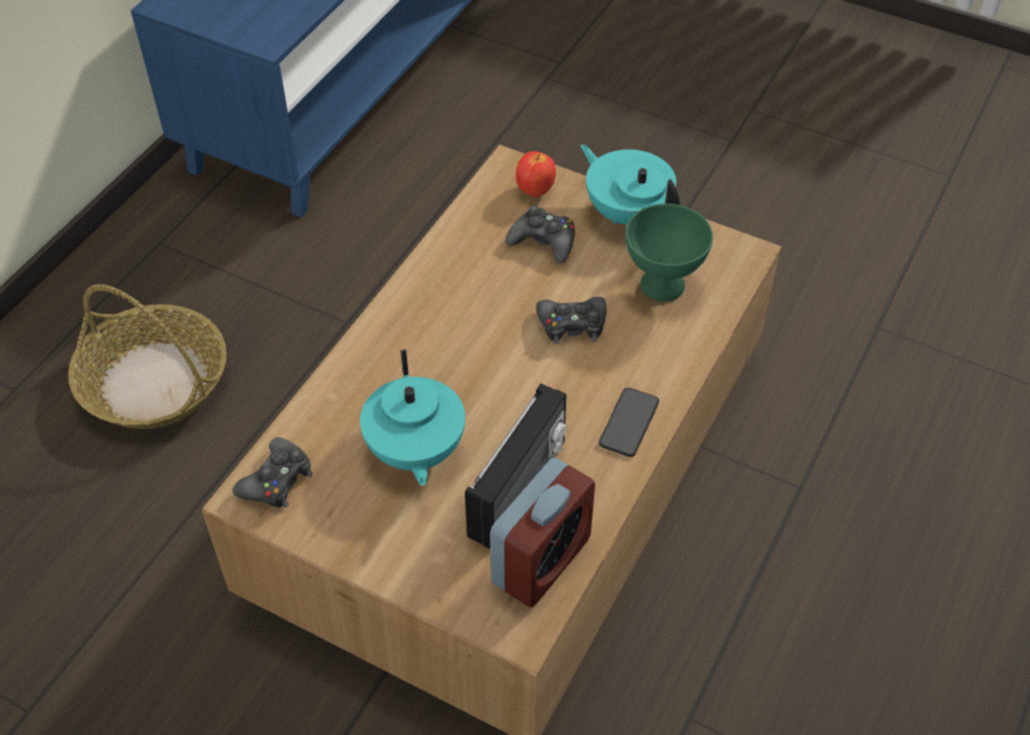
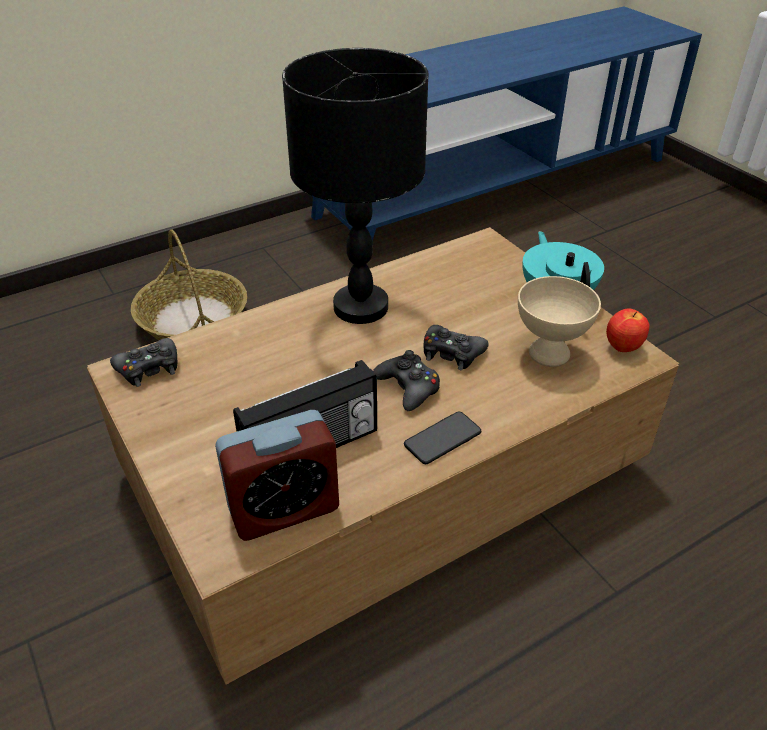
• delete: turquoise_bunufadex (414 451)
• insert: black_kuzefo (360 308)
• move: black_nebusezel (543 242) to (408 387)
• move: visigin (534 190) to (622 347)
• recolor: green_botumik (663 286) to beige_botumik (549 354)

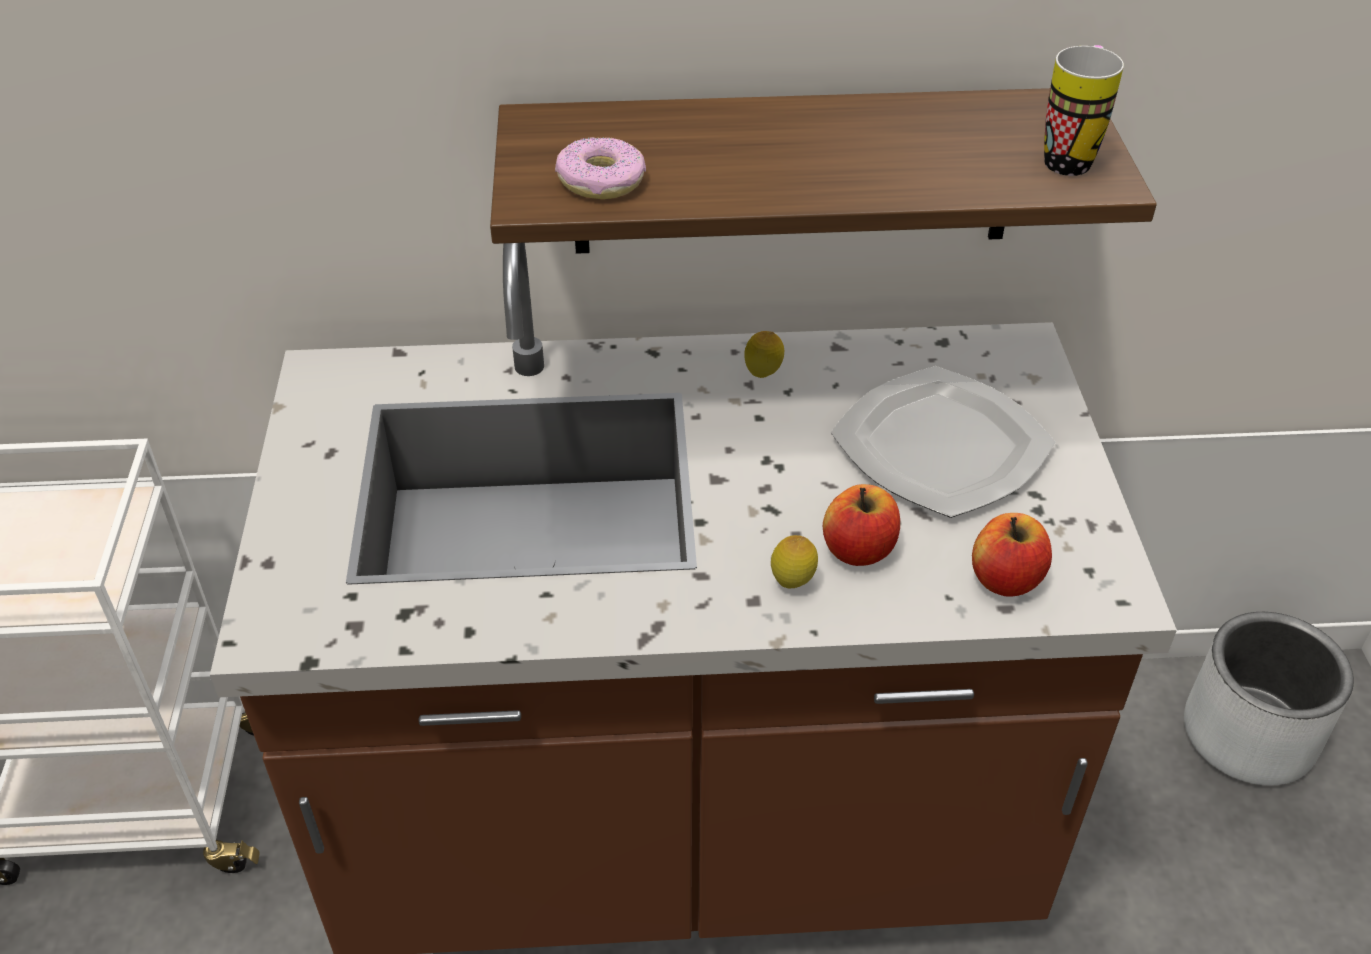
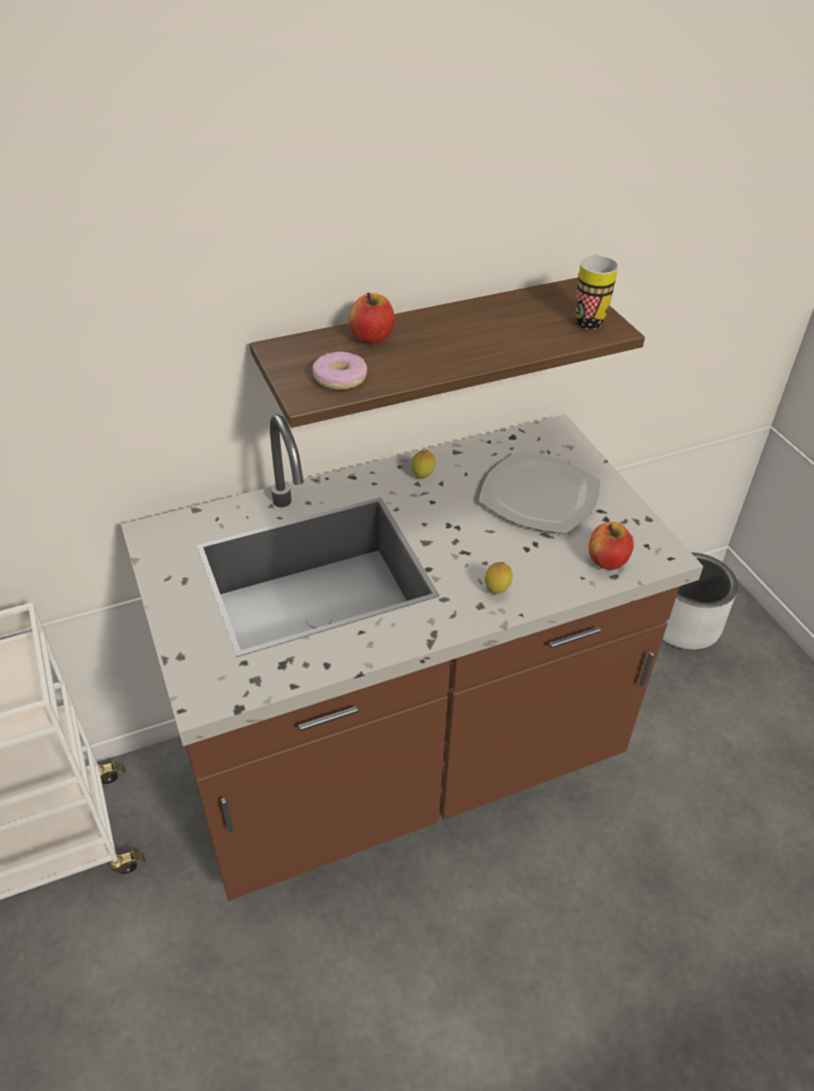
• move: visigin (859 549) to (372 337)

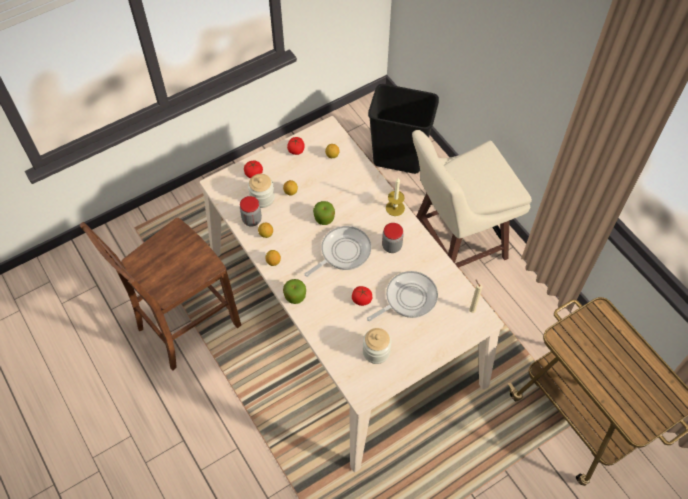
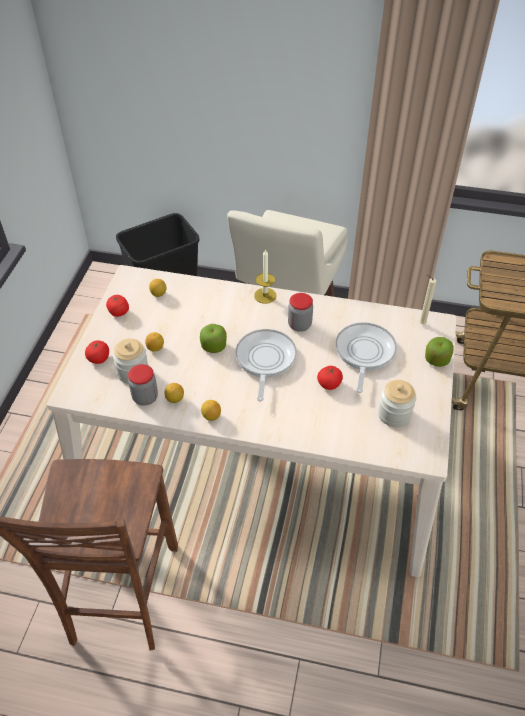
• move: visigin (295 296) to (437 359)

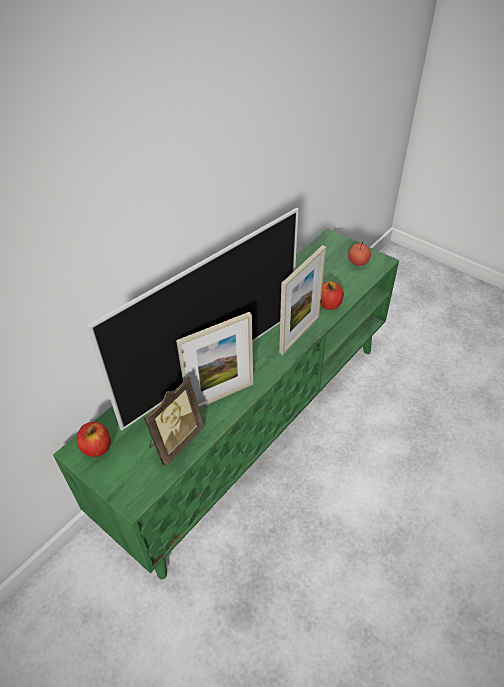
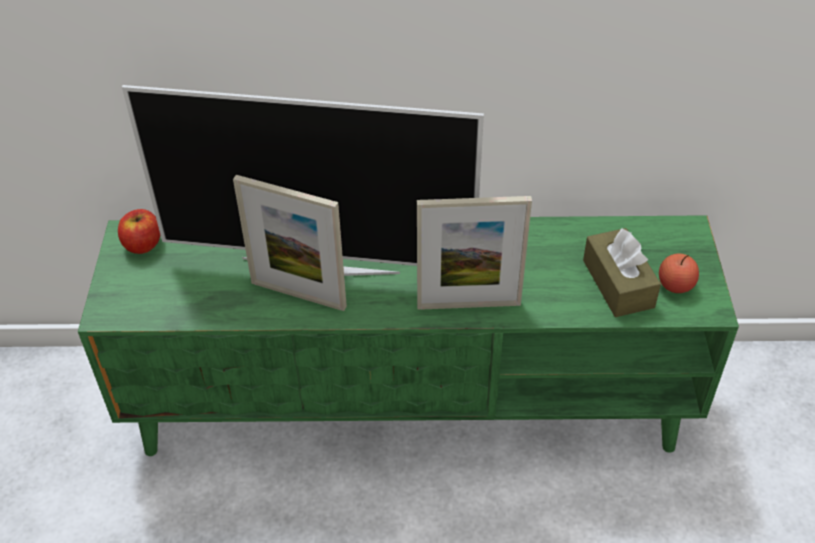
• delete: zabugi (175 441)
• delete: visigin (329 304)
• insert: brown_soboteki (618 283)

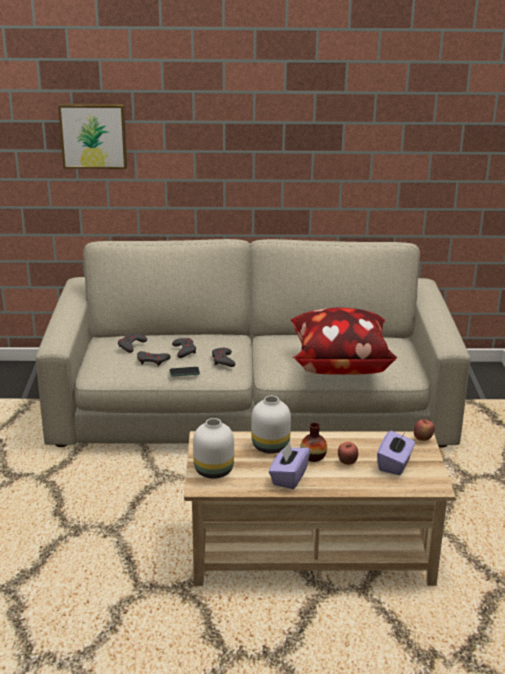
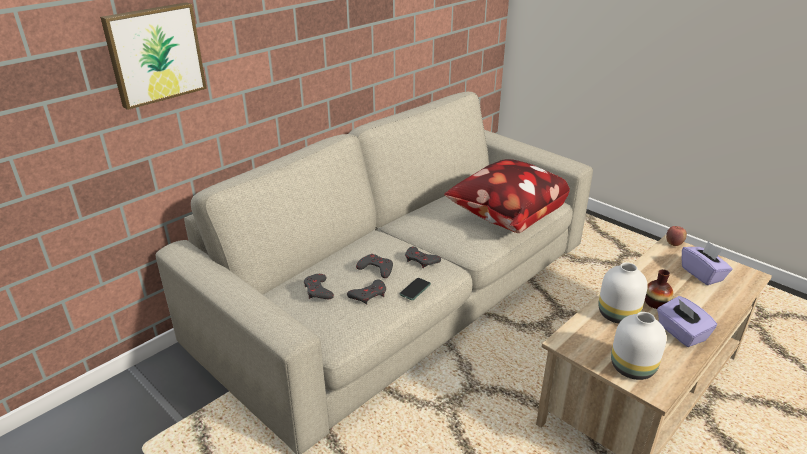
• delete: visigin (347 462)

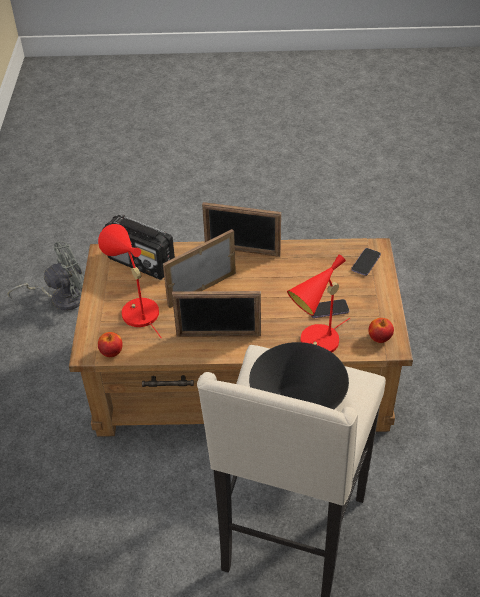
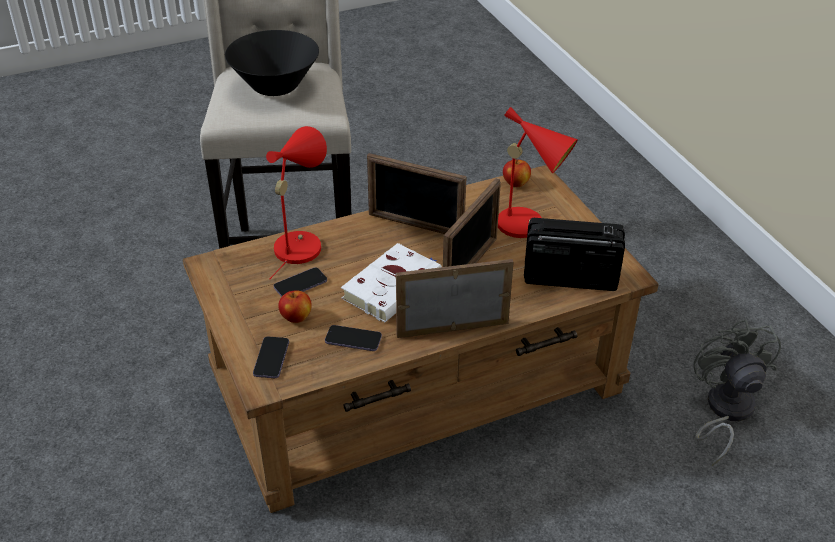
• insert: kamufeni (353 339)
• insert: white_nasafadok (393 286)
• move: visigin (379 338) to (296 317)
• rotate: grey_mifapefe (61 298) = (724 411) 135 degrees clockwise
• rotate: zabugi (218 335) = (415 225) 135 degrees counterclockwise

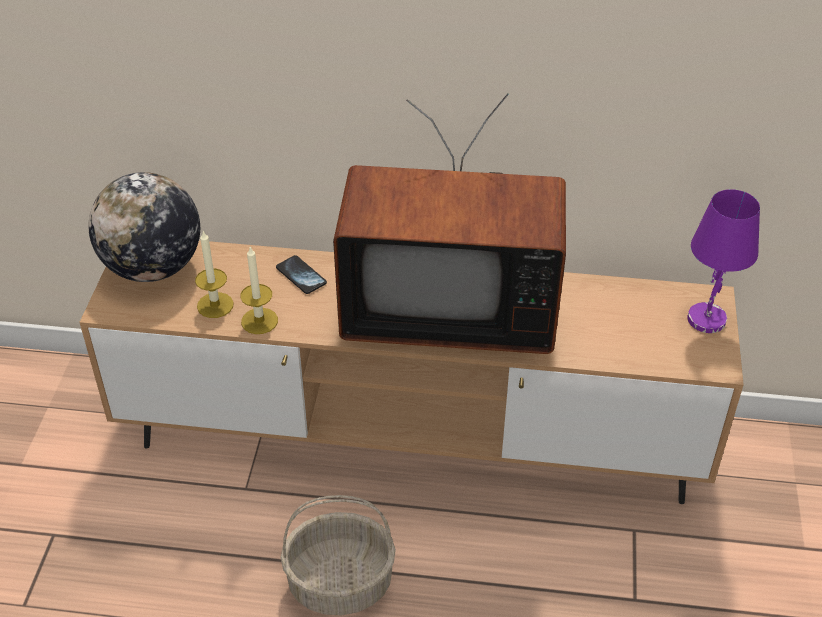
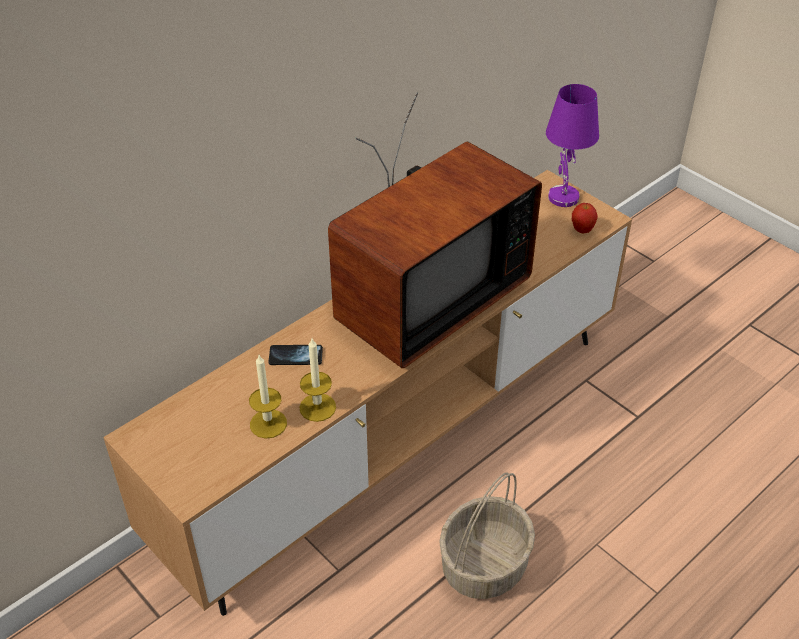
• delete: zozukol (153 268)
• insert: visigin (582 230)

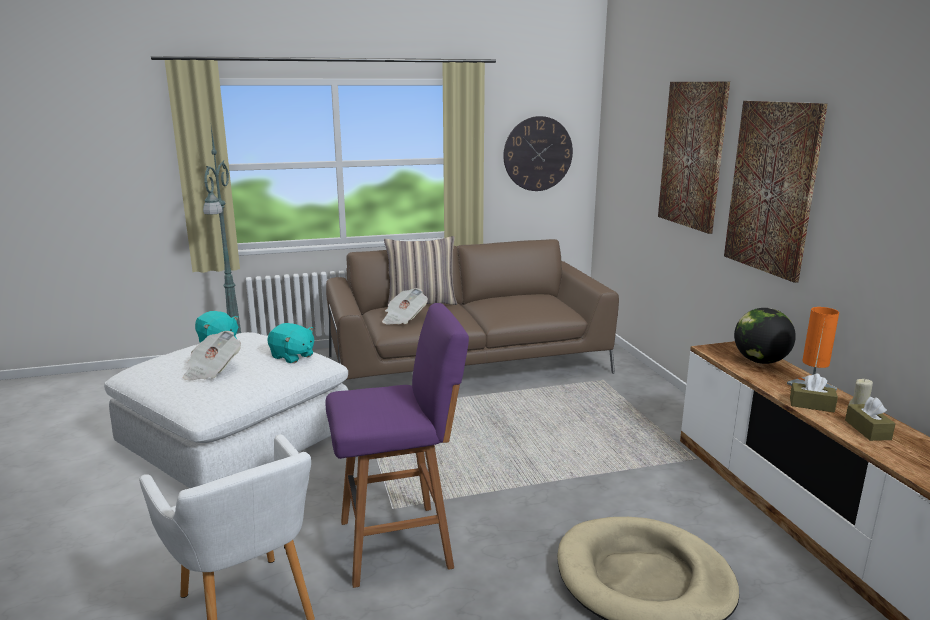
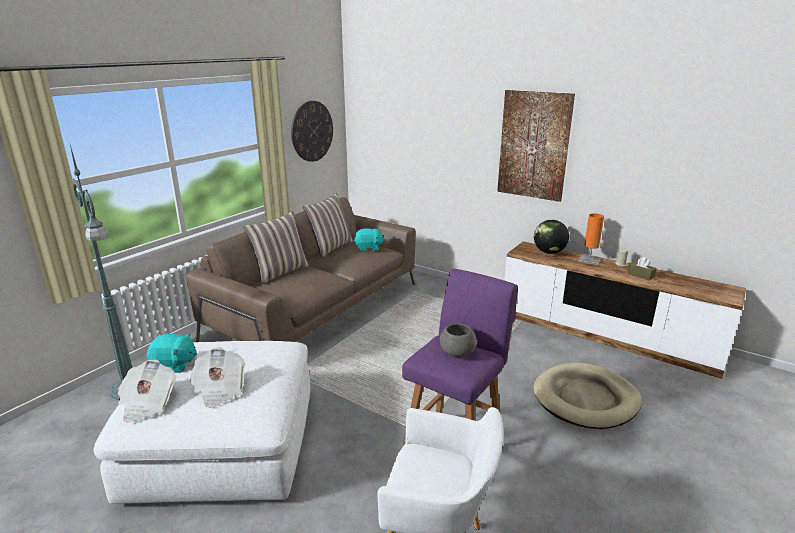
• delete: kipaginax (692 155)
• delete: brown_soboteki (811 405)
• insert: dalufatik (330 247)
• insert: grey_botumik (456 352)
• move: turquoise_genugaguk (292 356) to (368 248)
• move: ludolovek (404 319) to (147 403)

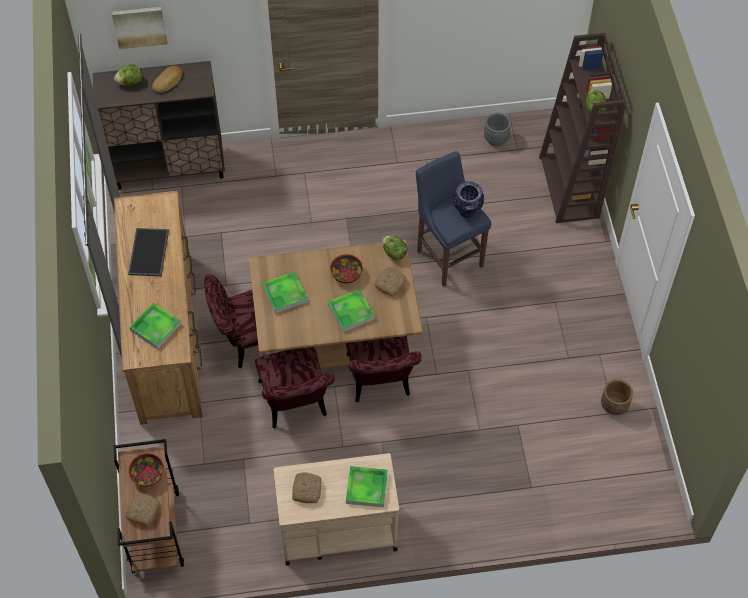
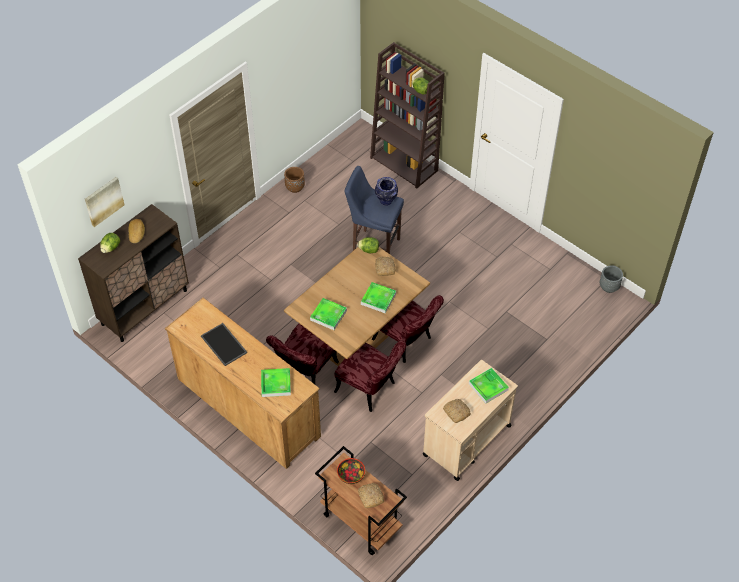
• delete: botumik (346 274)
• move: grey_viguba (496 139) to (609 287)
• move: brown_viguba (614 406) to (295 187)

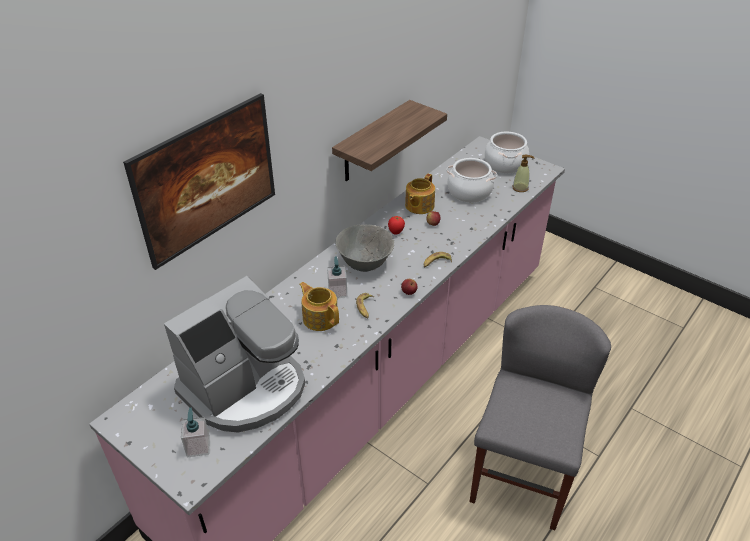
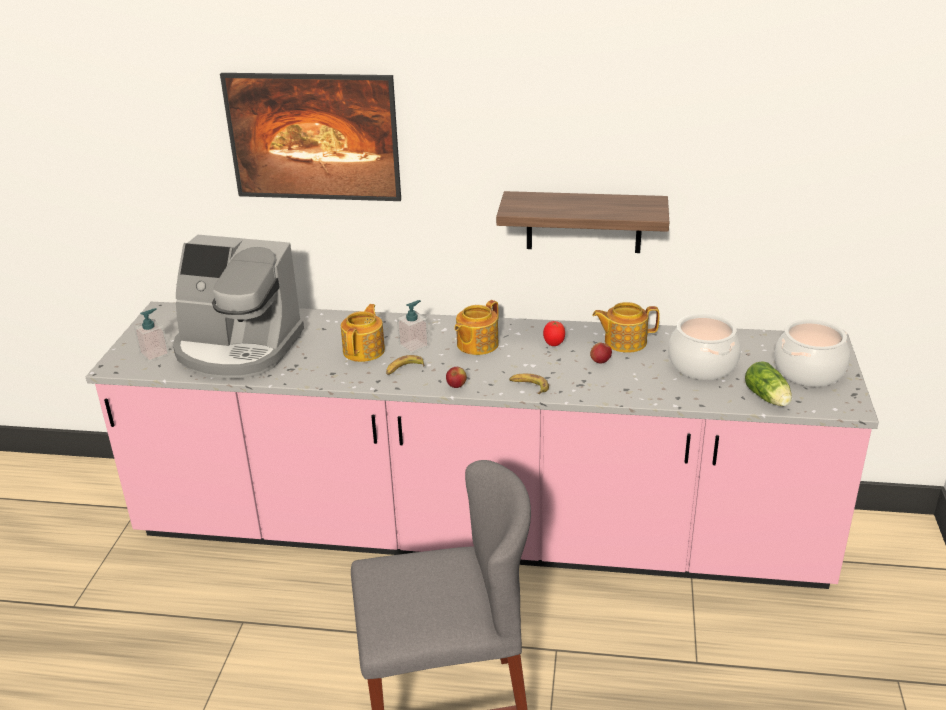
• replace: grey_botumik (364 263) to bunufadex (476 344)
• replace: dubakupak (520 188) to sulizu (768 399)

